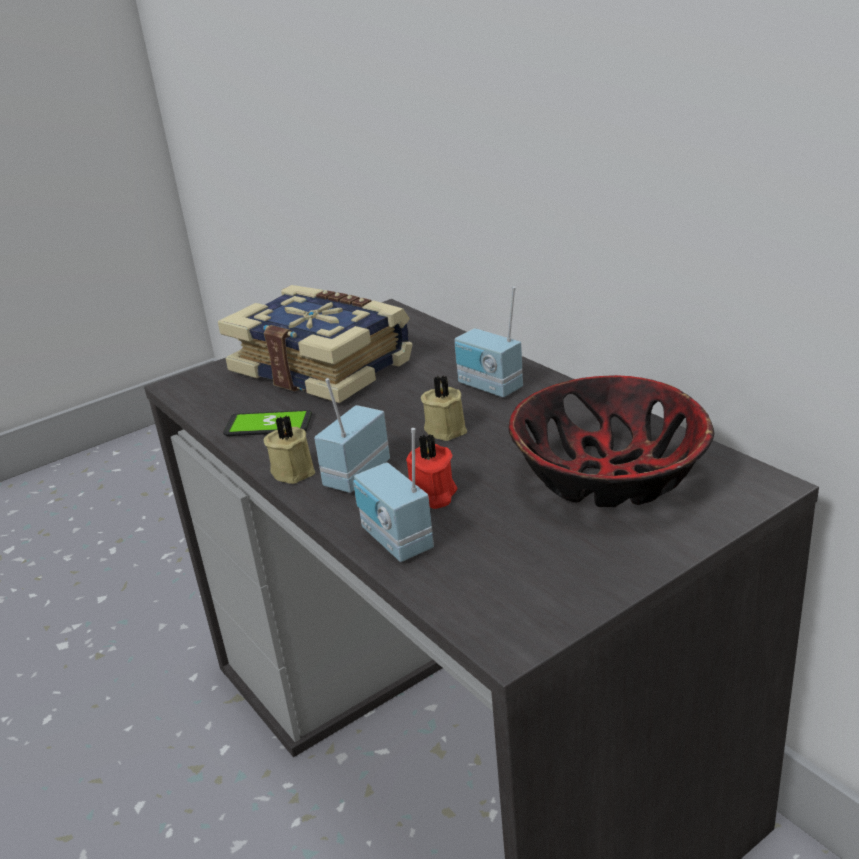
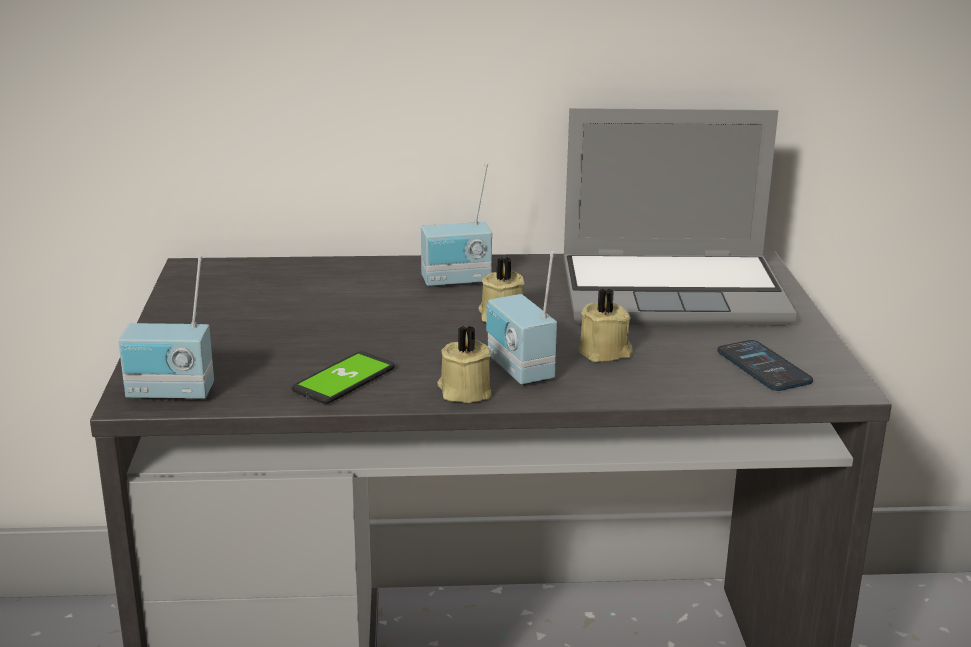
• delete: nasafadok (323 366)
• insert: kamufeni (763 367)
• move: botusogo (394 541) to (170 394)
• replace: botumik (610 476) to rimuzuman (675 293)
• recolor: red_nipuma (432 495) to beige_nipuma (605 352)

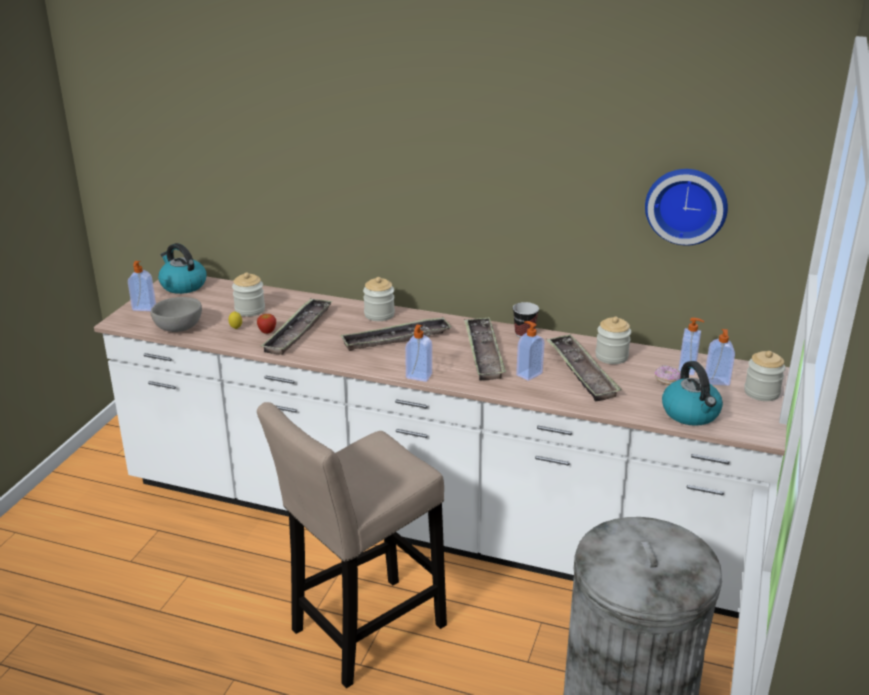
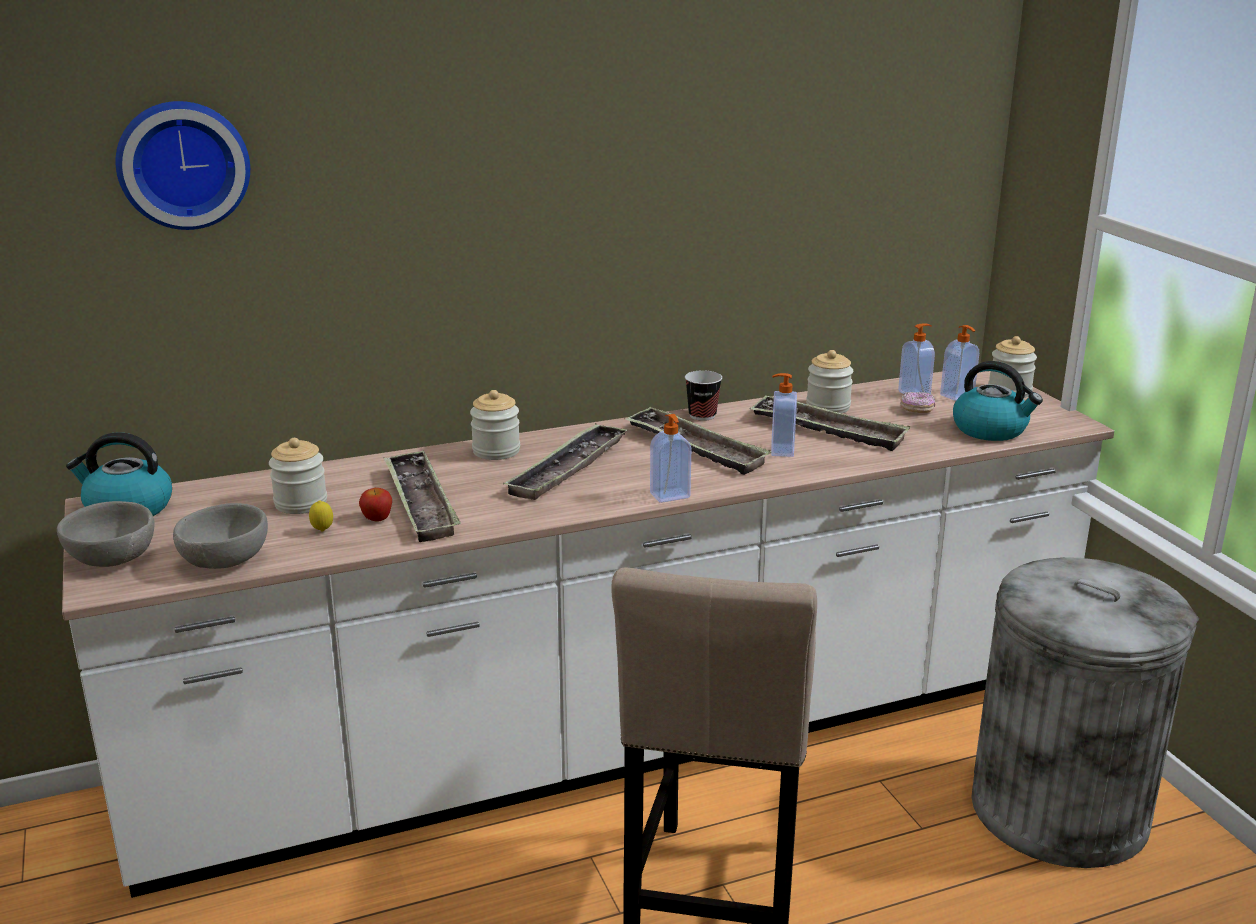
• move: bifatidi (686 205) to (183 164)
• replace: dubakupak (144 308) to grey_botumik (113 557)

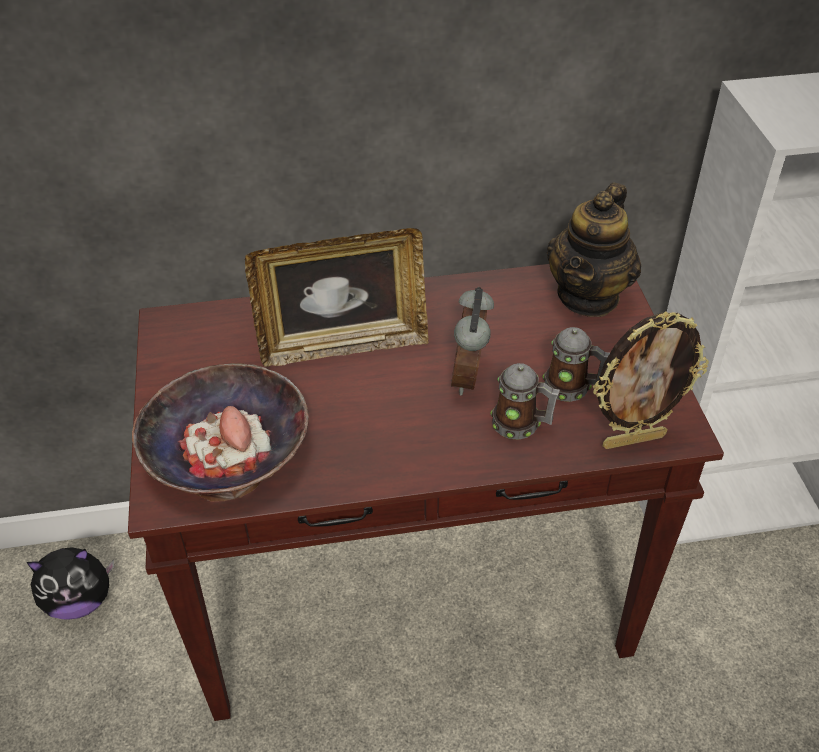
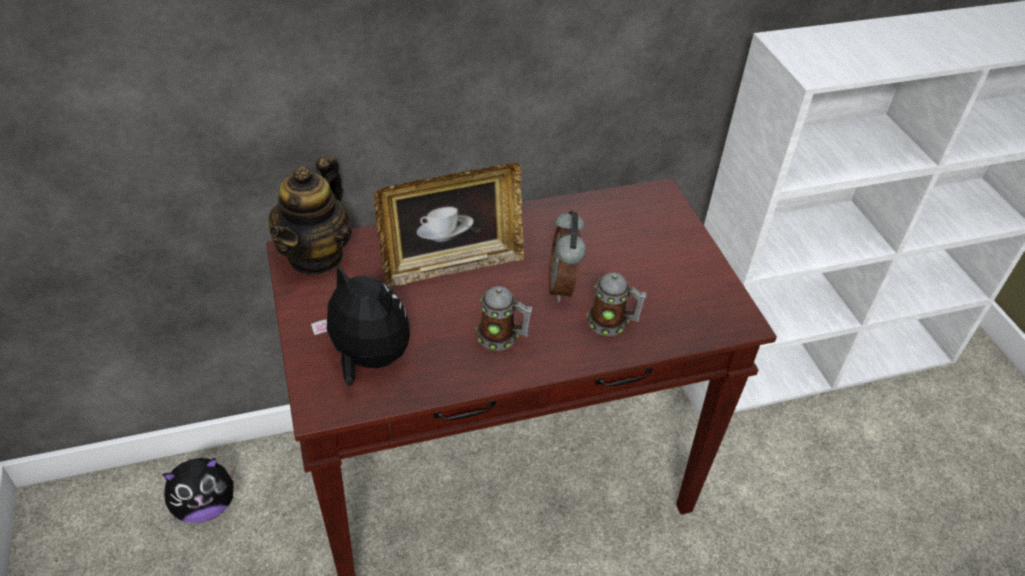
• delete: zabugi (633 439)
• move: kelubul (572 388) to (502 337)
• move: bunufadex (589 296) to (316 255)
• replace: botumik (226 449) to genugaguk (367 359)

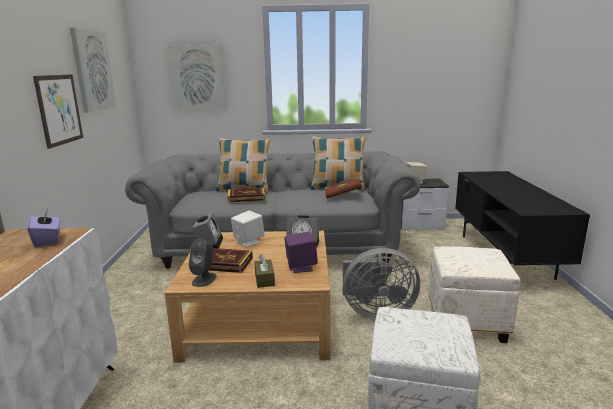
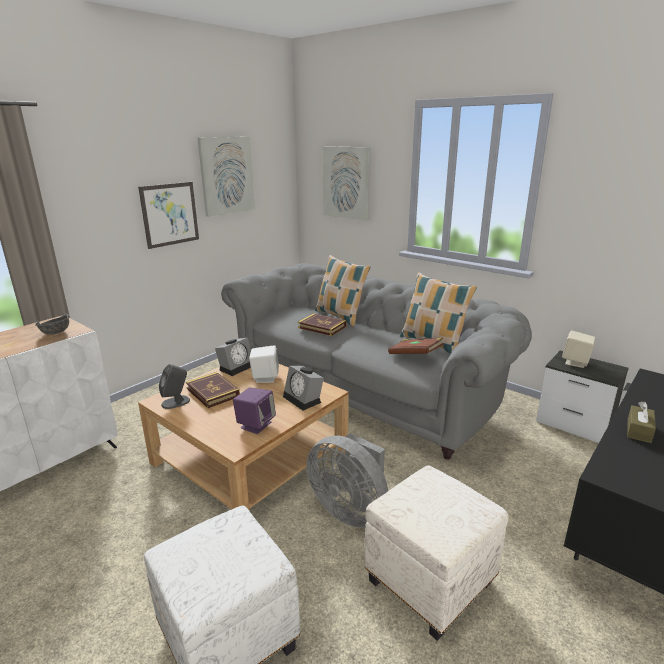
• move: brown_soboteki (264 279) to (639 430)
• replace: purple_soboteki (48 240) to grey_botumik (55 333)

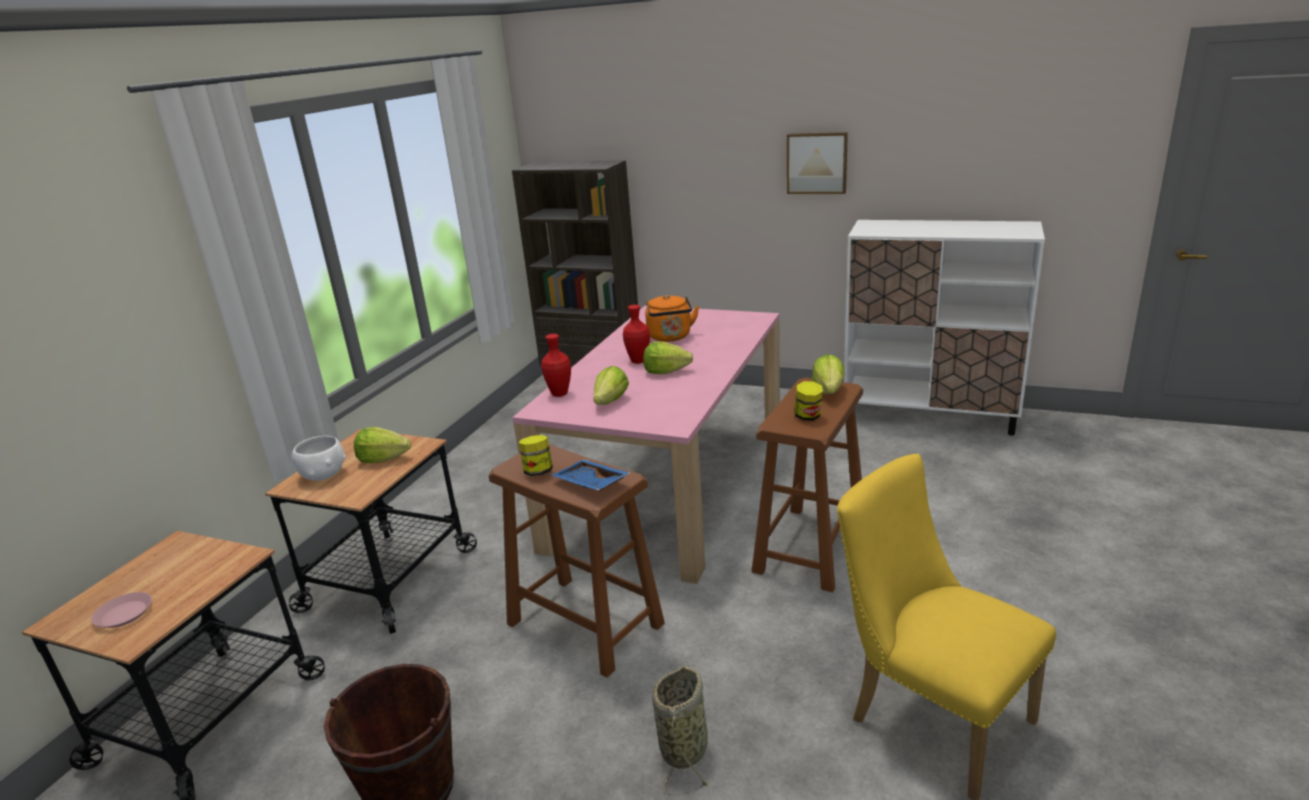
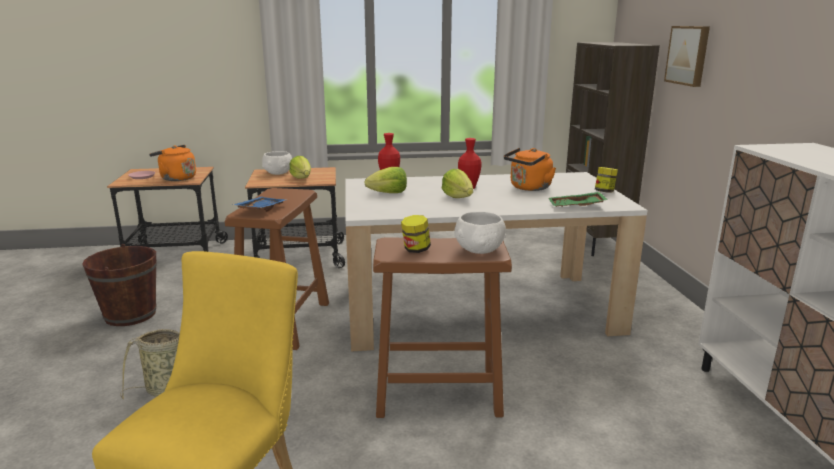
• insert: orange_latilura (176 178)
• insert: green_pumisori (576 206)
• move: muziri (538 472) to (604 192)
• move: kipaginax (817 163) to (688 55)
• replace: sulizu (828 391) to white_botumik (479 250)
• recolor: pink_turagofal (670 483) to white_turagofal (478 308)

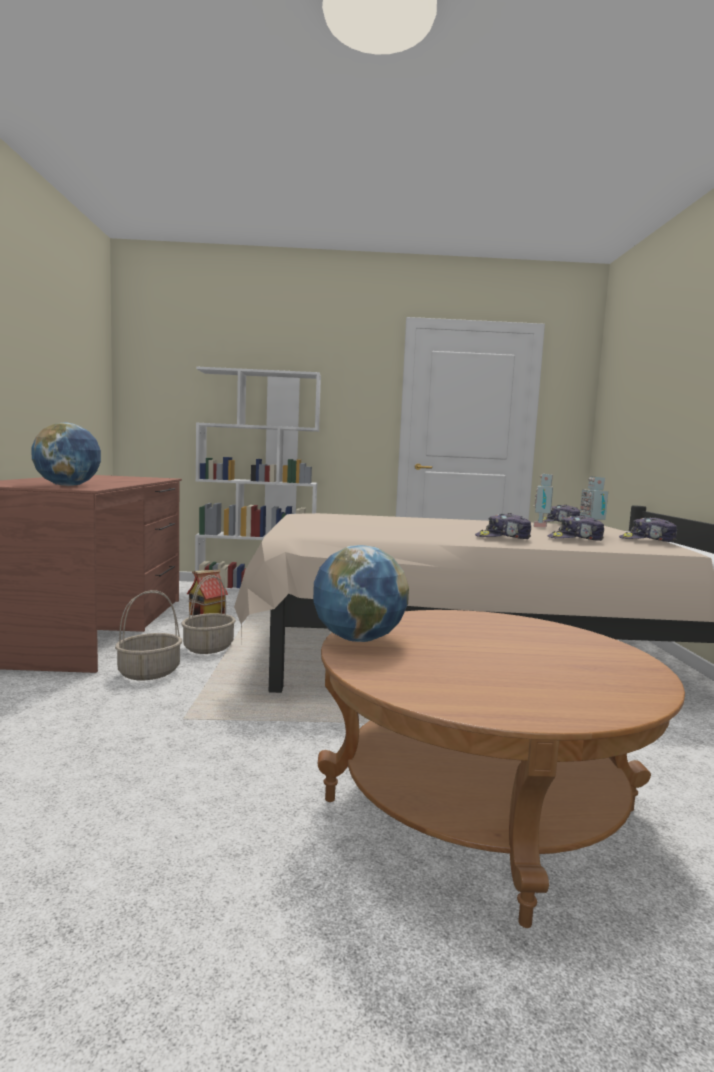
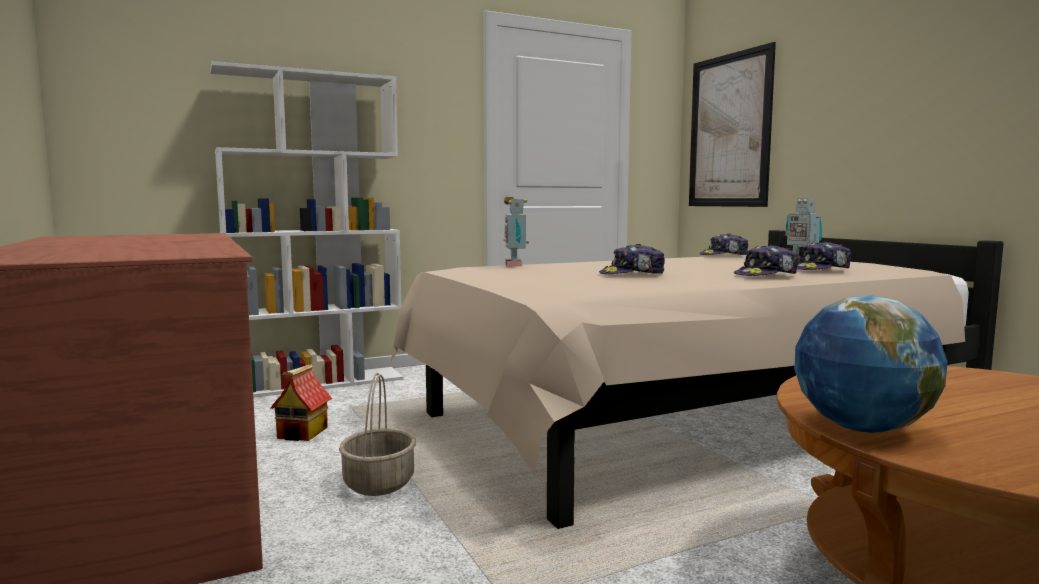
• delete: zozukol (68 486)
• delete: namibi (149 673)
• insert: kipaginax (729 131)
• move: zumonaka (542 527) to (516 266)
• move: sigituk (647 540) to (632 274)

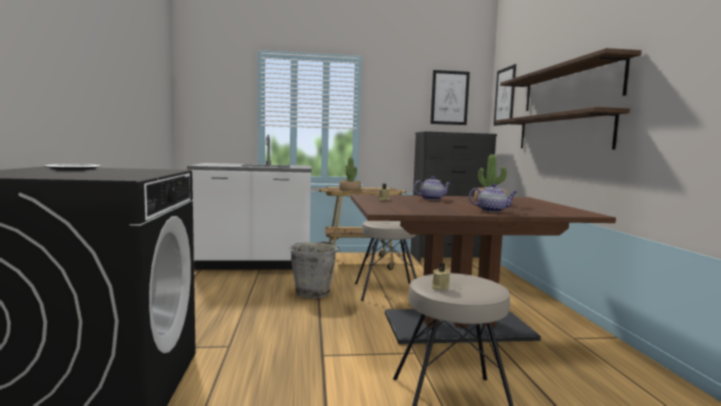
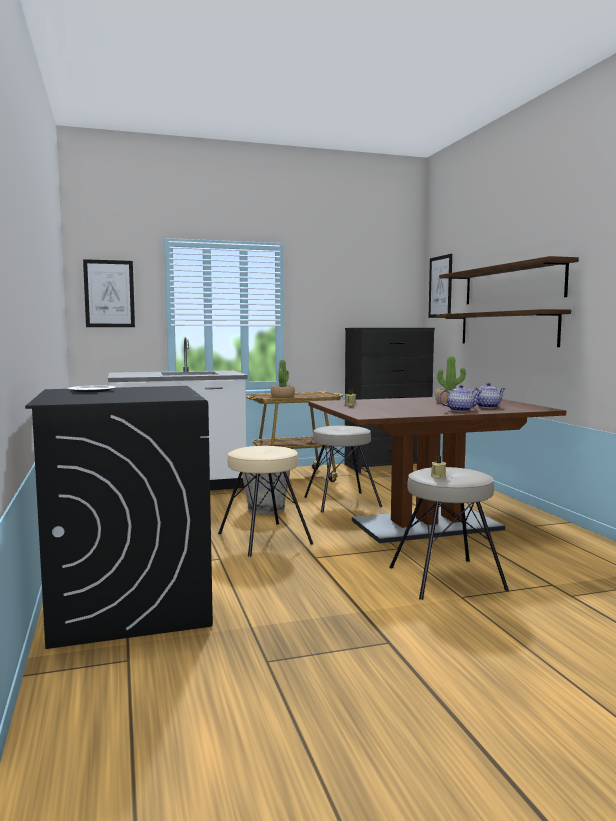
• insert: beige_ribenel (263 539)
• move: bunufadex (432 199) to (487 407)
• move: kipaginax (449 98) to (109 294)

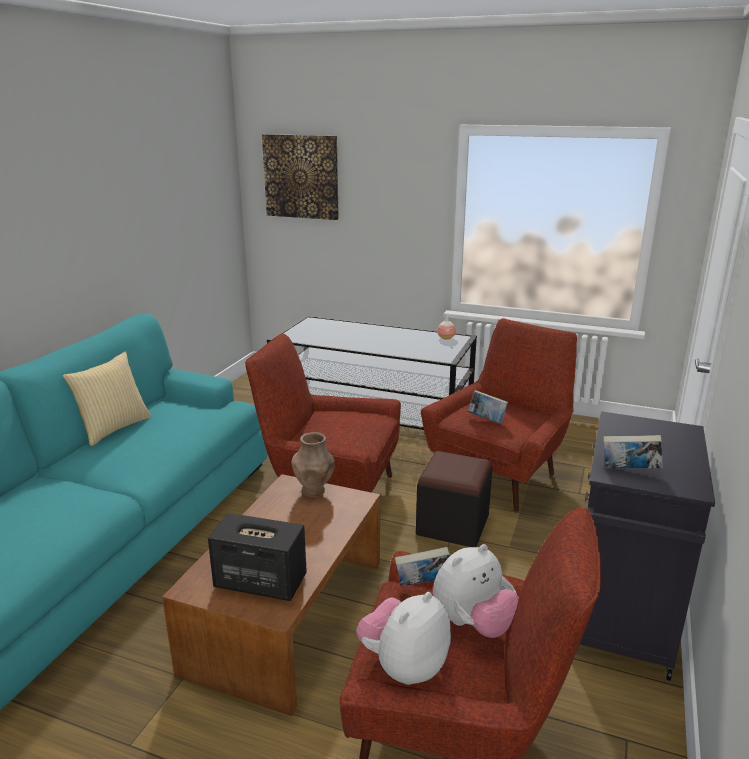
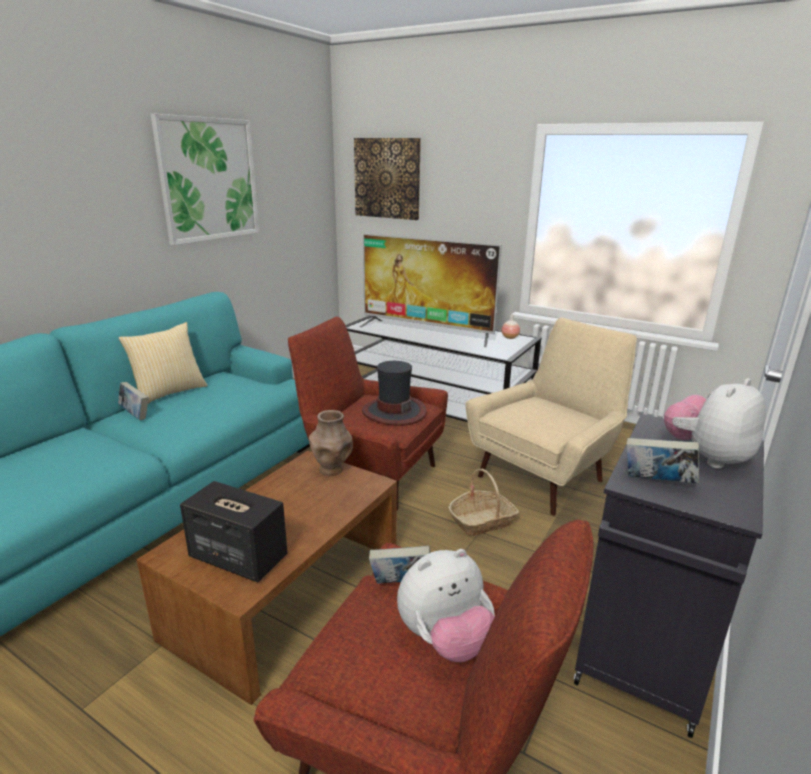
• insert: kipaginax (209 180)
• insert: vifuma (427 332)
• insert: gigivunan (393 412)
• move: genugaguk (404 666) to (707 457)
• move: nasafadok (486 419) to (135 415)
• replace: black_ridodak (453 525) to namibi (482 521)
• recolor: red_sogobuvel (500 474) to beige_sogobuvel (545 475)

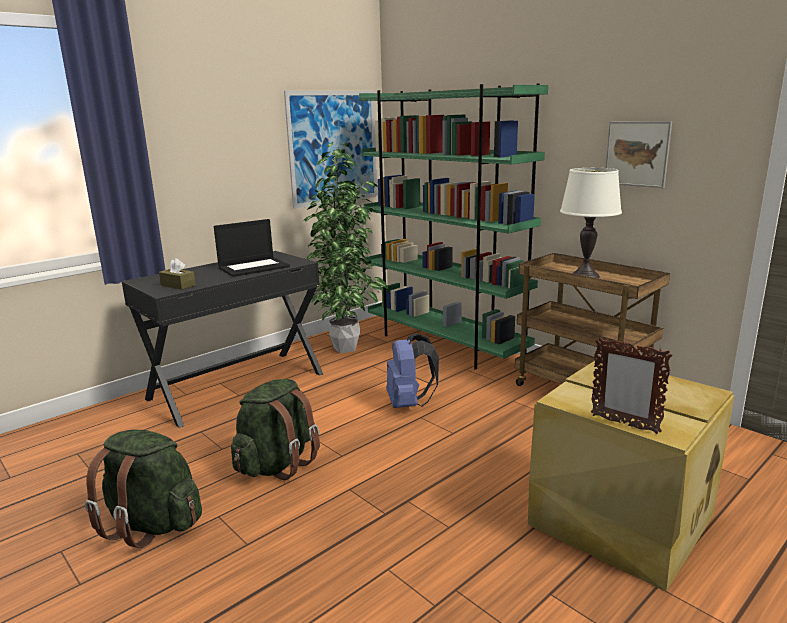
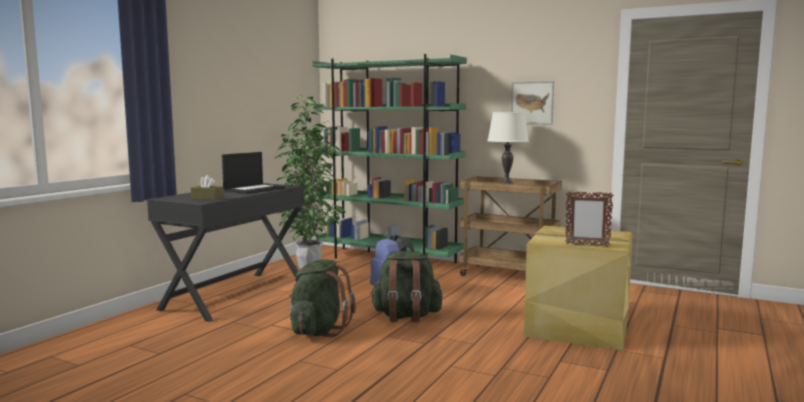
• delete: kipaginax (333 148)
• move: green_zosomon (152 524) to (406 316)

